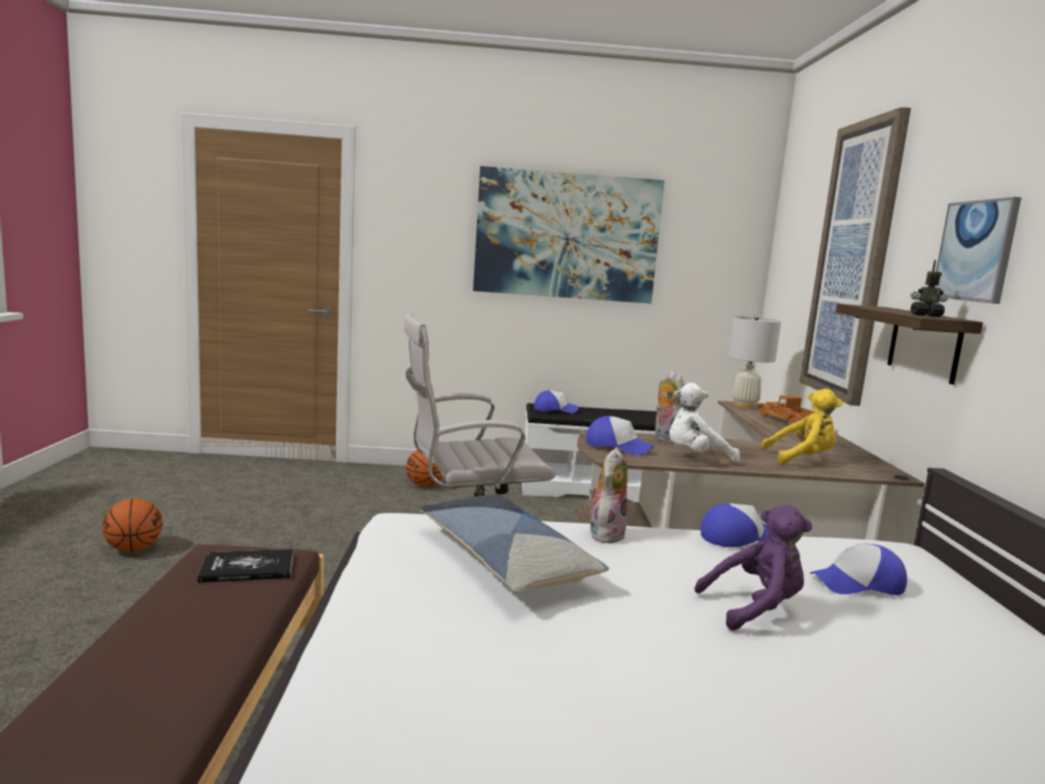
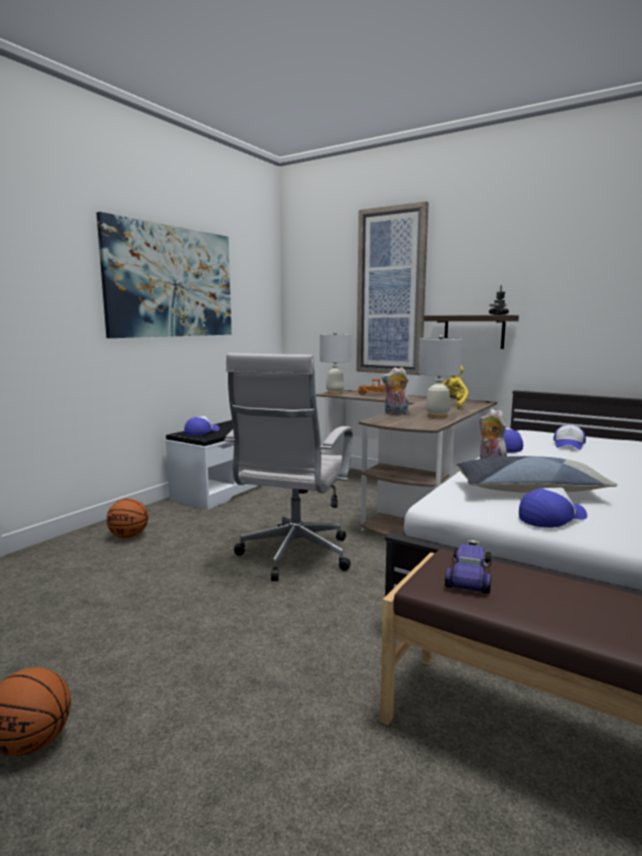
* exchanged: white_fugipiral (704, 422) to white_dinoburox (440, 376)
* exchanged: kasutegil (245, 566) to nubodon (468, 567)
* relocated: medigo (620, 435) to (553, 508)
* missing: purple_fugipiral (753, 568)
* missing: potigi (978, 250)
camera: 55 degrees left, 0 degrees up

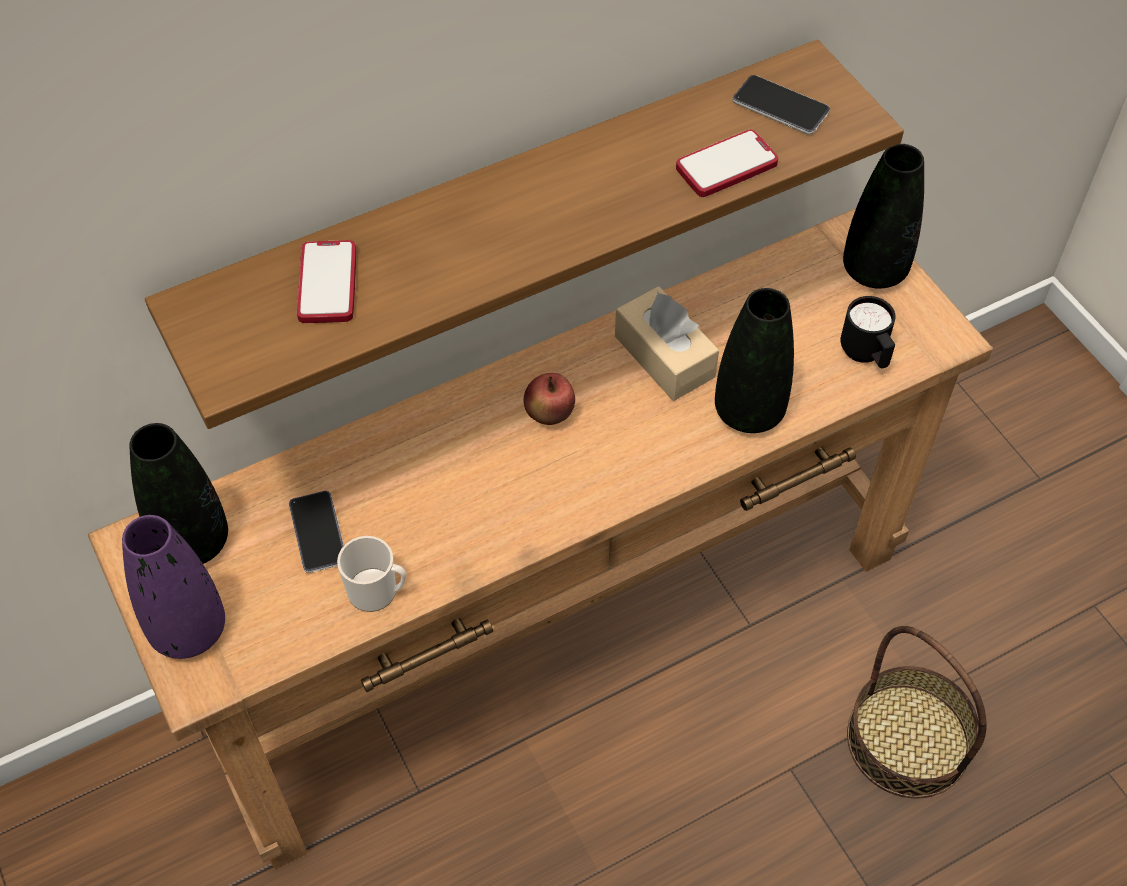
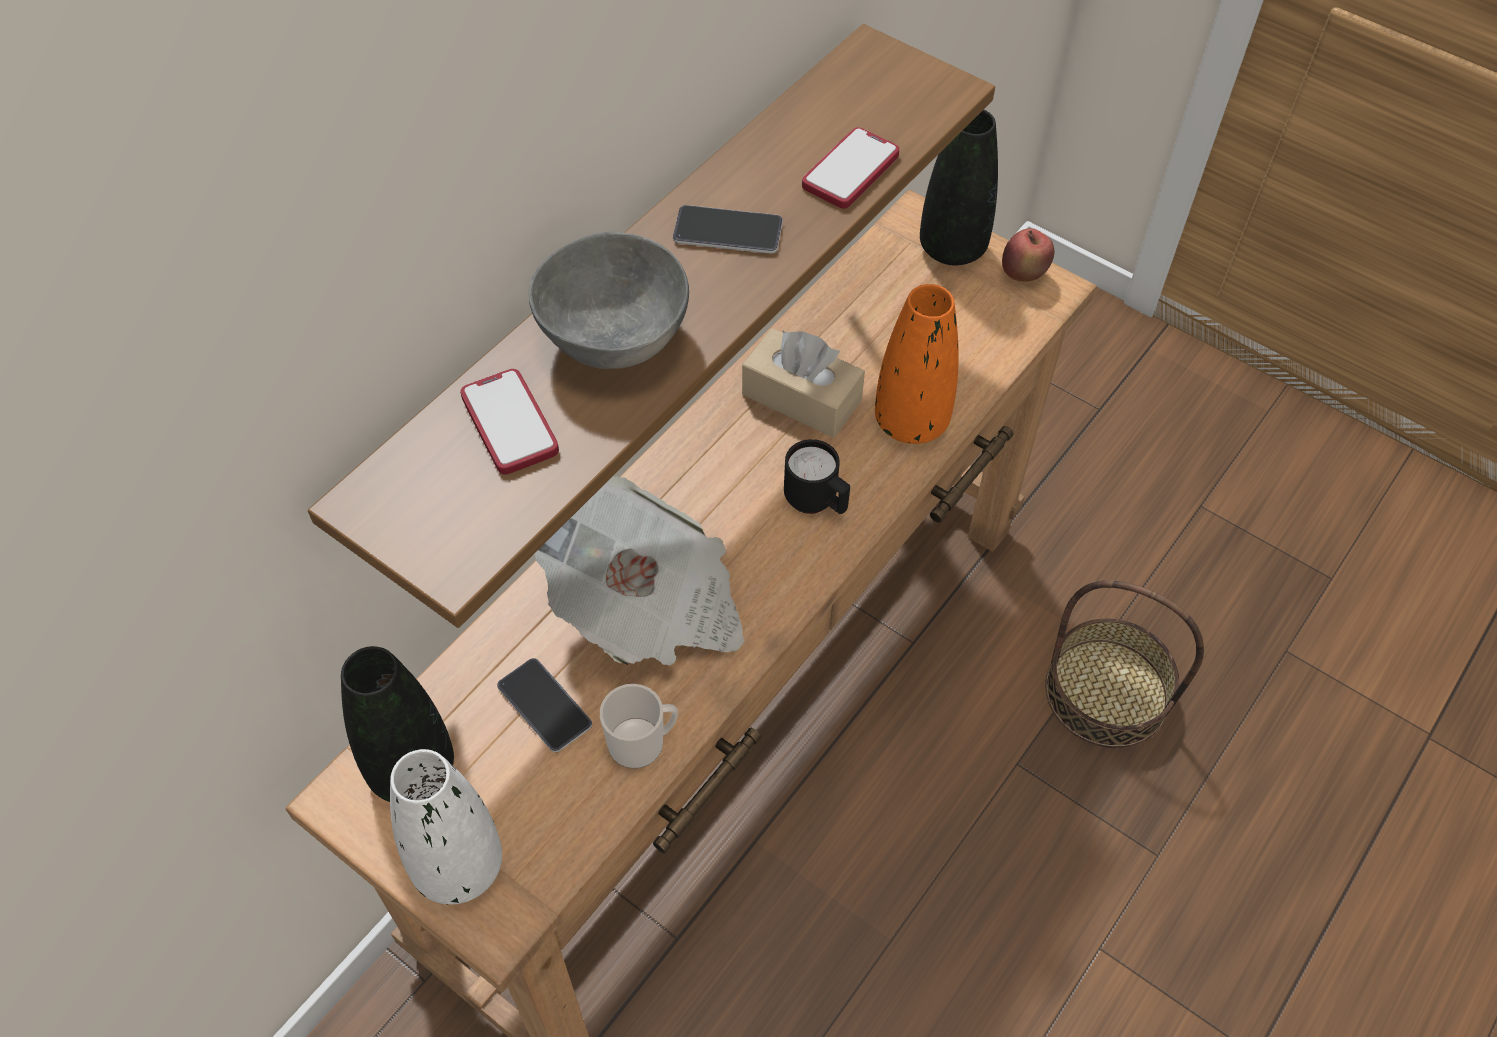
* colour: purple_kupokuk (173, 587) to white_kupokuk (446, 827)
* appeared: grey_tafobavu (609, 300)
* appeared: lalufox (639, 571)
* relocated: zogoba (781, 104) to (728, 229)
* relocated: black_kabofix (868, 332) to (817, 476)
* colour: black_kupokuk (754, 360) to orange_kupokuk (917, 364)
* relocated: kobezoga (549, 399) to (1028, 255)
camera: 25 degrees left, 0 degrees up

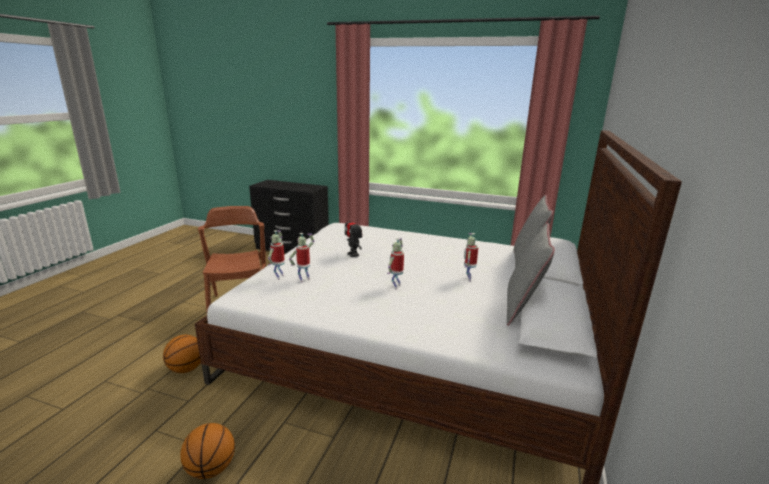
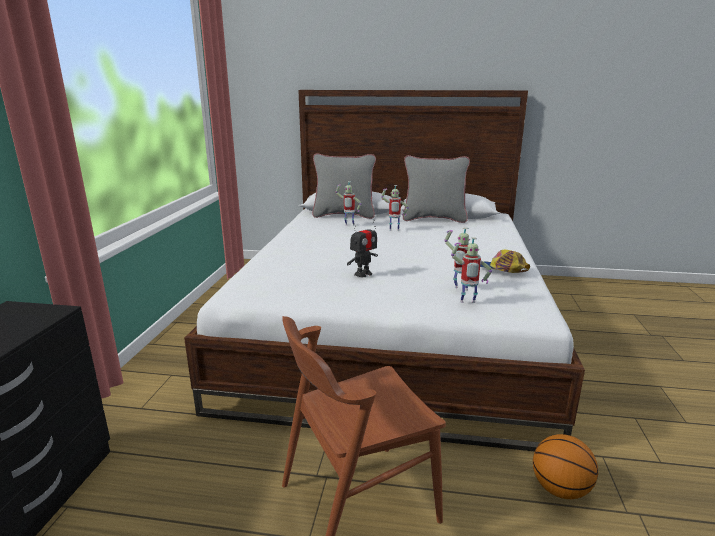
* relocated: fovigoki (395, 264) to (349, 203)
* appeared: medigo (505, 261)
* missing: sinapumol (207, 451)
camera: 100 degrees left, 0 degrees up

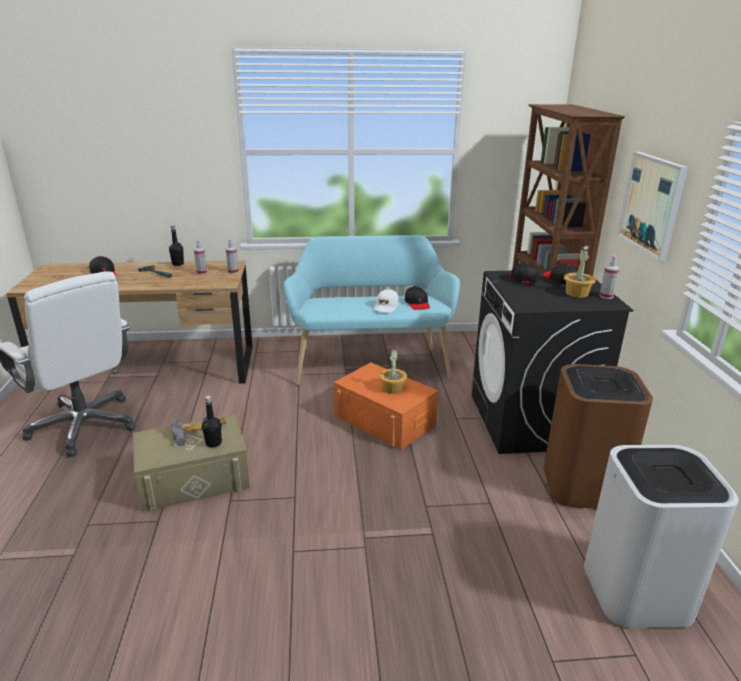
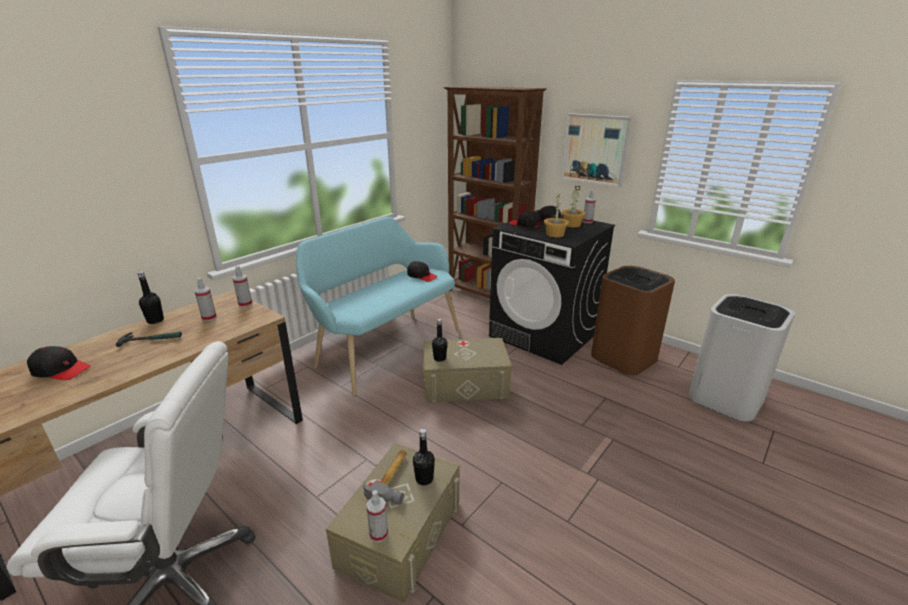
* appeared: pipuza (377, 516)
* colour: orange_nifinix (386, 406) to beige_nifinix (467, 370)
* appeared: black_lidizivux (439, 340)
* relocated: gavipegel (393, 371) to (556, 215)
* missing: white_medigo (386, 301)
camera: 45 degrees left, 0 degrees up

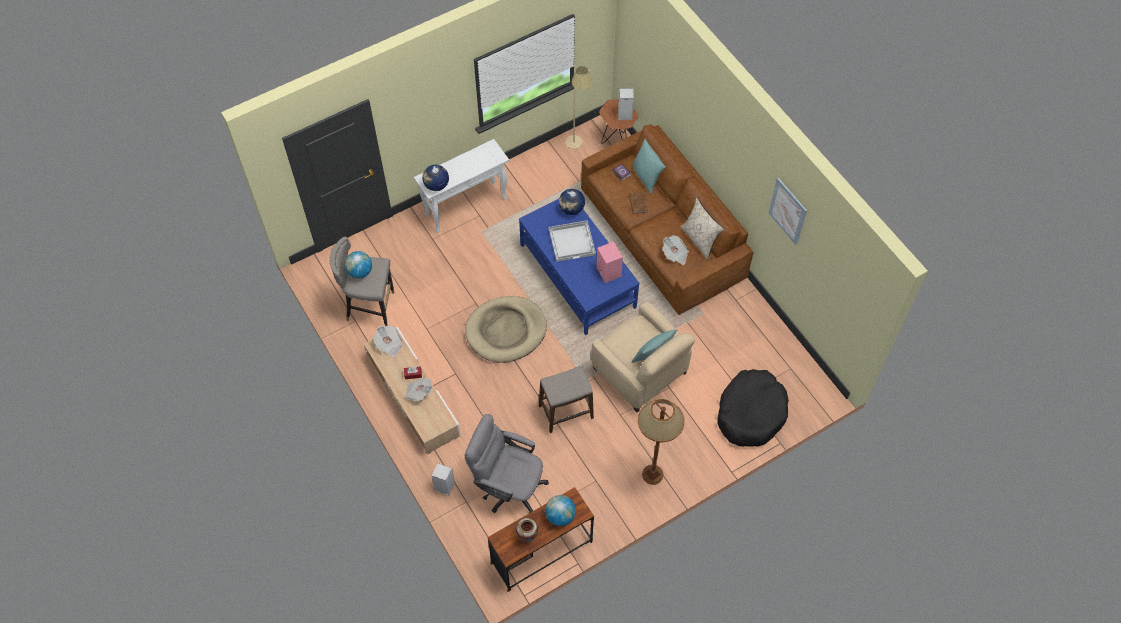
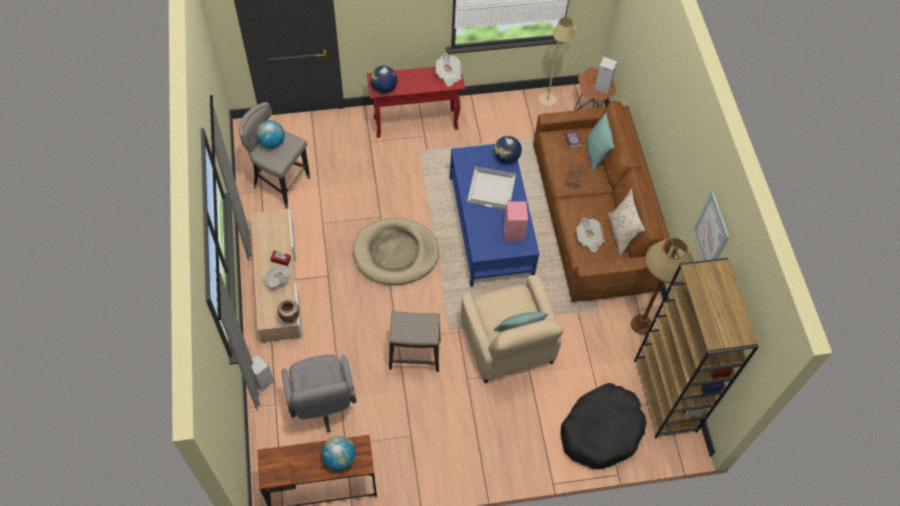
* relocated: kupokuk (527, 530) to (288, 311)
* spun: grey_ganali (507, 463) = (319, 394) 150 degrees counterclockwise
* colour: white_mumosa (461, 186) to red_mumosa (416, 102)
* relocated: lalufox (388, 341) to (448, 70)
* relocated: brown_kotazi (661, 442) to (662, 286)
* appeared: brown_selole (696, 348)
camera: 20 degrees right, 0 degrees up

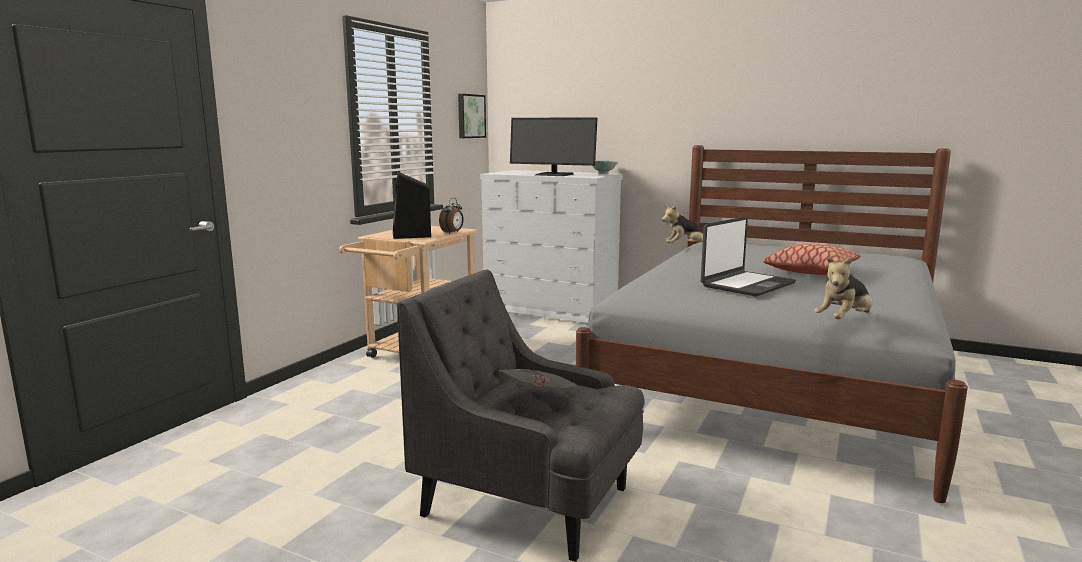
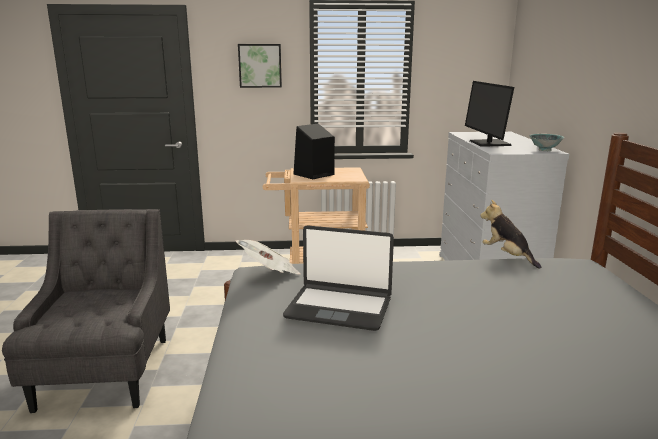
* relocated: lalufox (537, 378) to (268, 257)
* relocated: potigi (472, 116) to (260, 66)
* missing: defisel (451, 216)
* missing: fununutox (811, 259)
* missing: fugipiral (843, 288)
camera: 60 degrees right, 5 degrees up

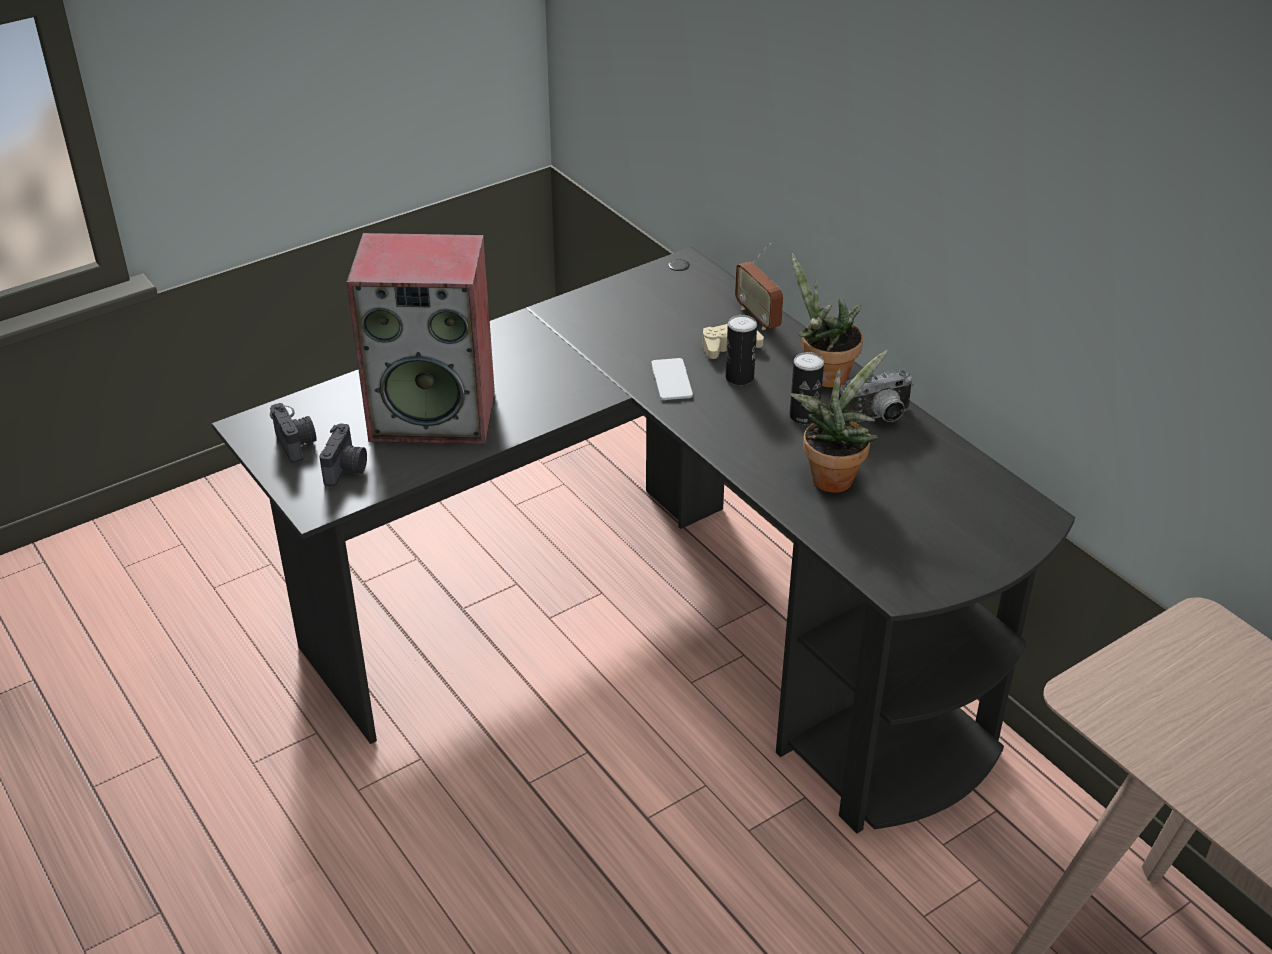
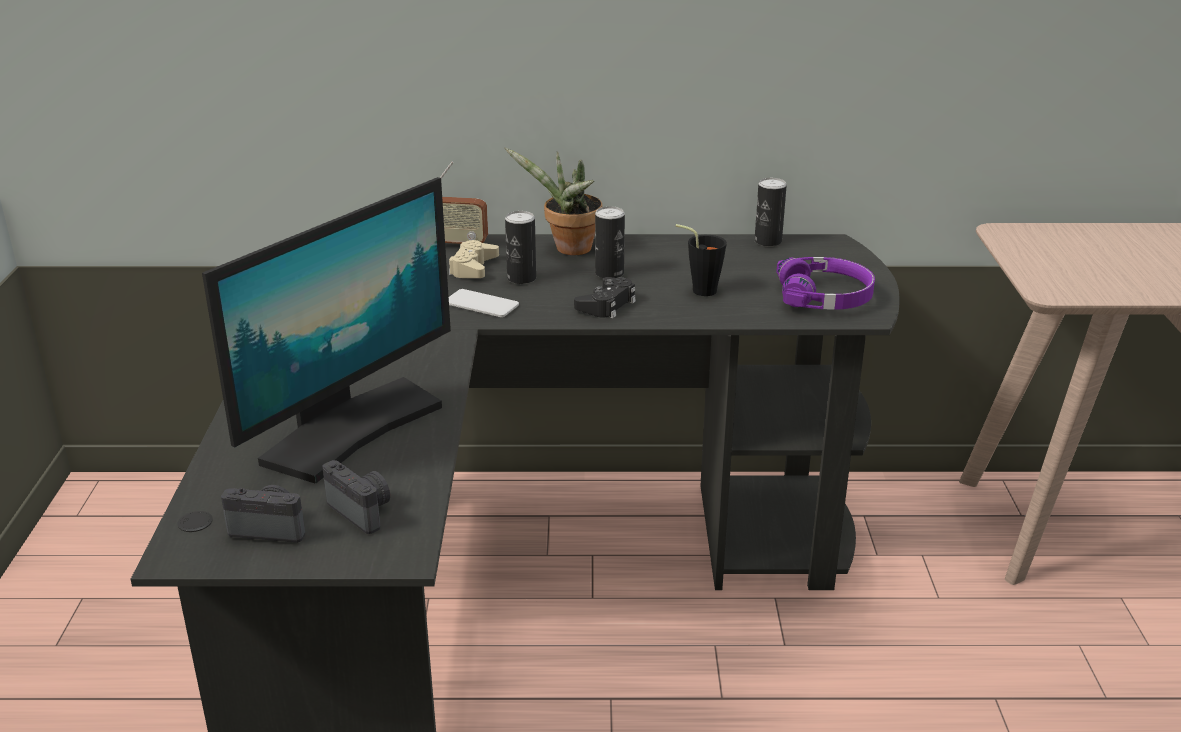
* exchanged: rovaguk (420, 338) to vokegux (326, 330)
* appeared: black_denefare (605, 297)
* exchanged: gavipegel (839, 421) to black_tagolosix (701, 260)
* appeared: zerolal (770, 212)
* appeared: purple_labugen (825, 283)
* missing: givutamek (876, 396)
camera: 55 degrees left, 10 degrees down

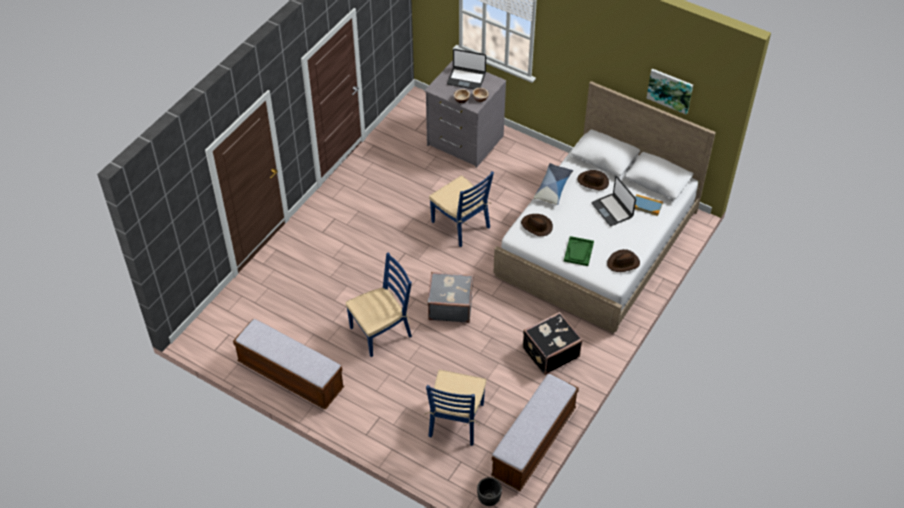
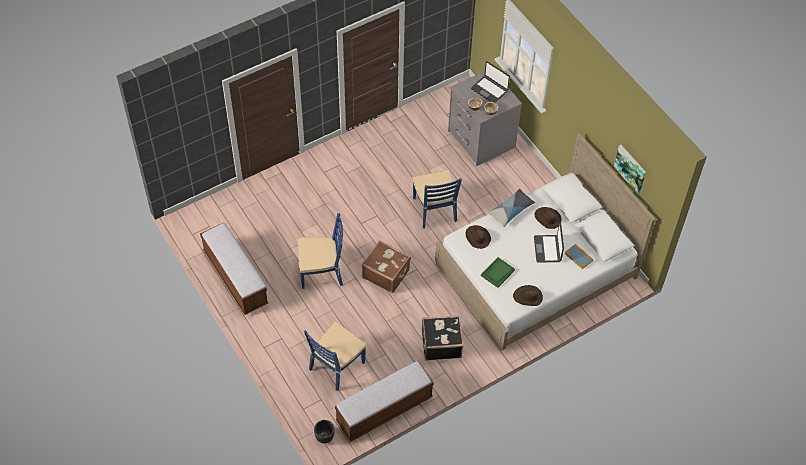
* colour: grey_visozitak (450, 297) to brown_visozitak (386, 266)
camera: 25 degrees right, 5 degrees up

